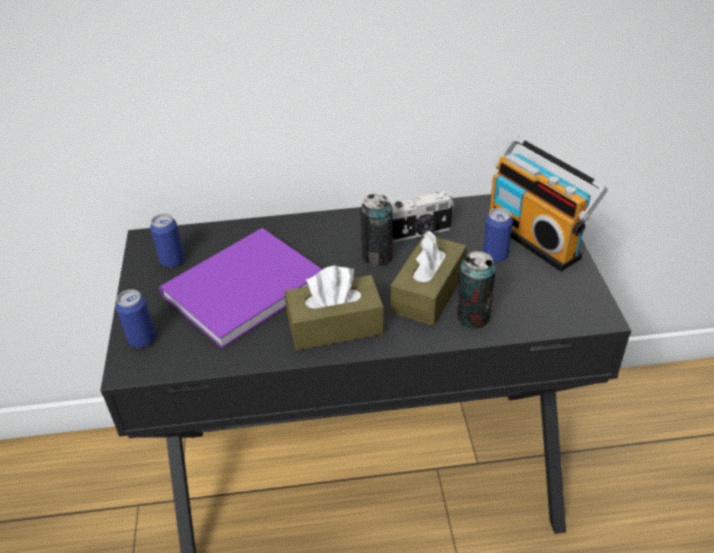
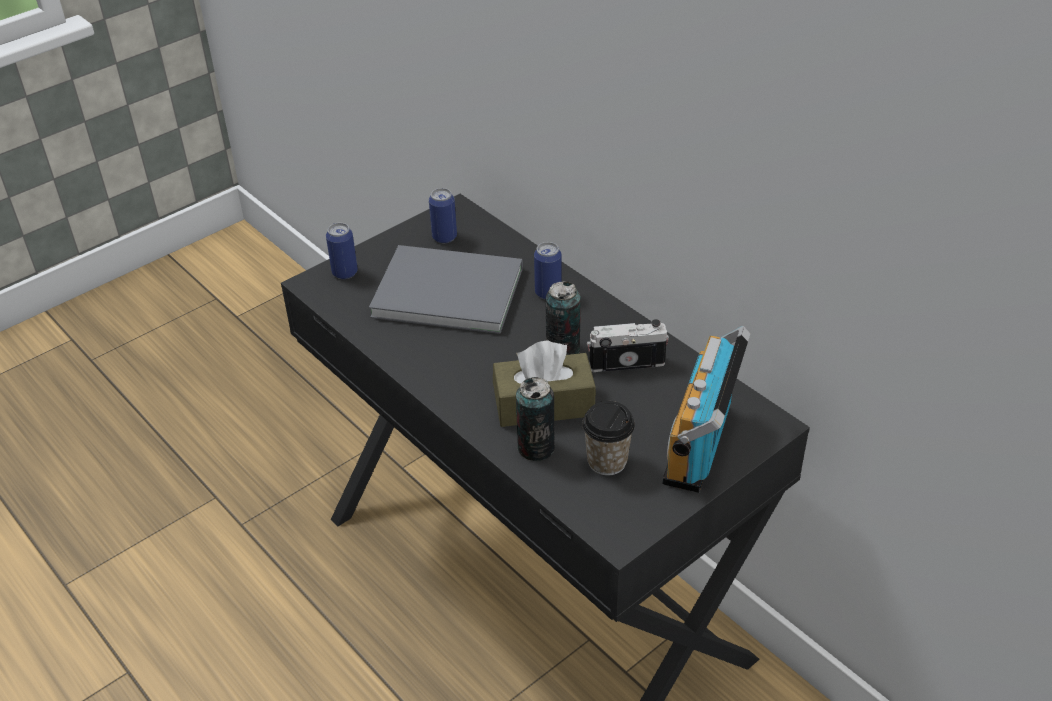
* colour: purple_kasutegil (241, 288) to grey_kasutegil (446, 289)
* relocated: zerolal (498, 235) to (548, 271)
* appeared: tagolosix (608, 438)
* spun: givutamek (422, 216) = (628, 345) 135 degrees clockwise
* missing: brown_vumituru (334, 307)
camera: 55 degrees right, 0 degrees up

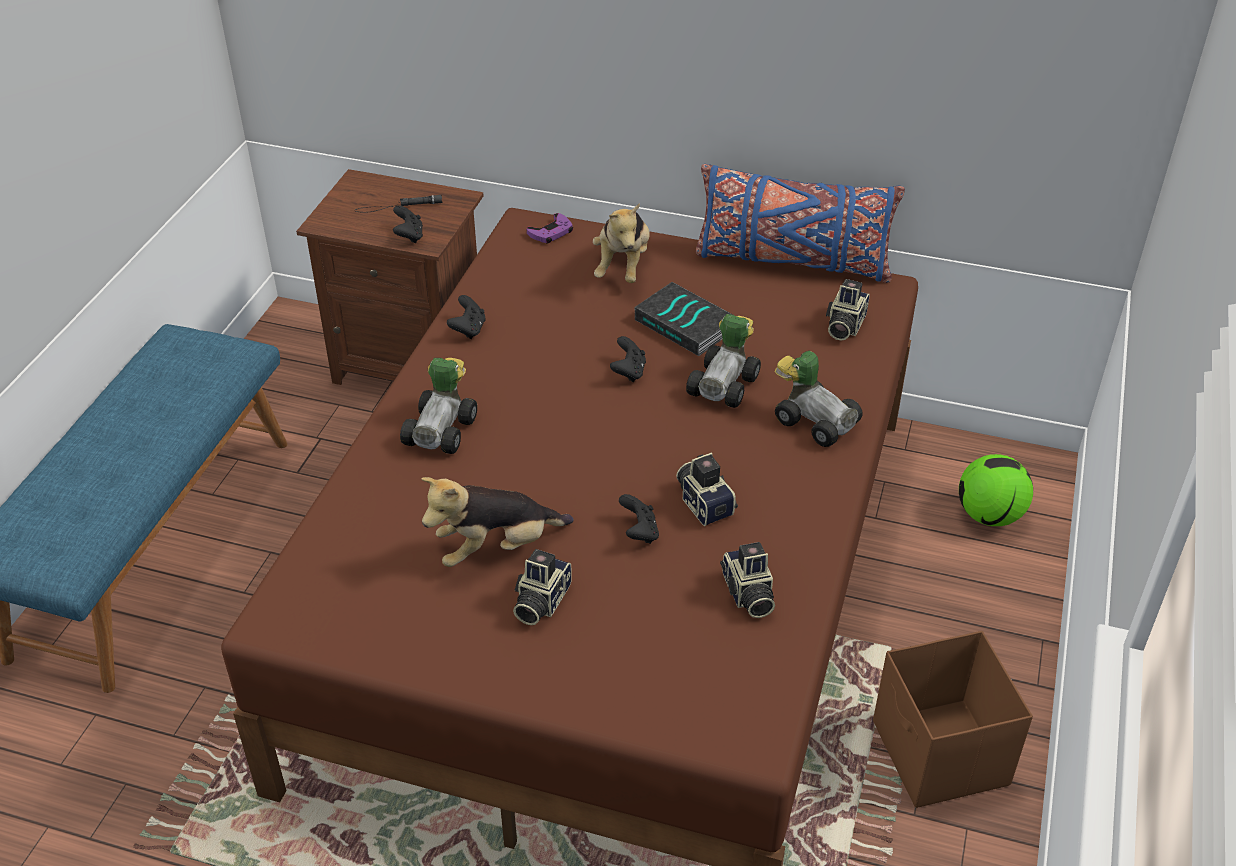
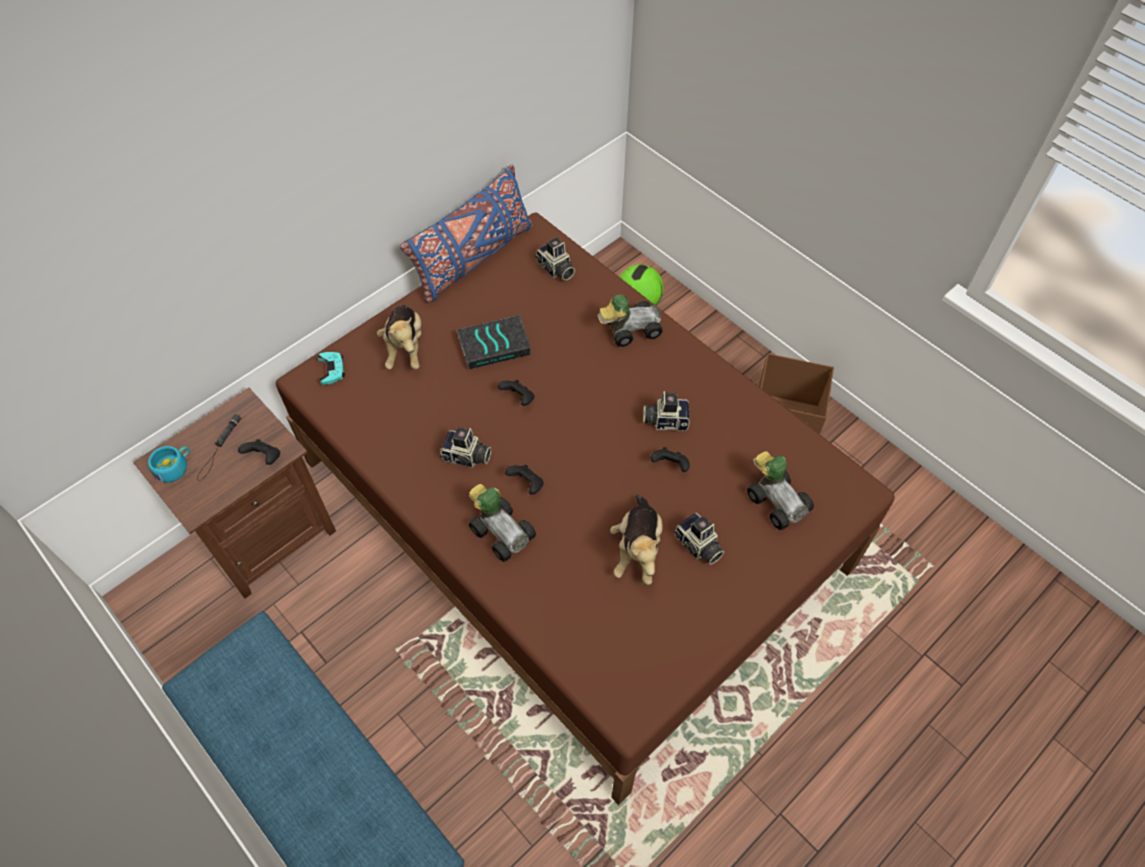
* appeared: turquoise_tagolosix (169, 464)
* colour: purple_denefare (550, 228) to turquoise_denefare (331, 368)
* spun: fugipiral (621, 243) = (399, 337) 45 degrees clockwise
* relocated: givutamek (747, 580) to (465, 447)
* relocated: black_denefare (466, 317) to (524, 480)
* relocated: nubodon (723, 361) to (780, 490)
camera: 60 degrees left, 15 degrees up

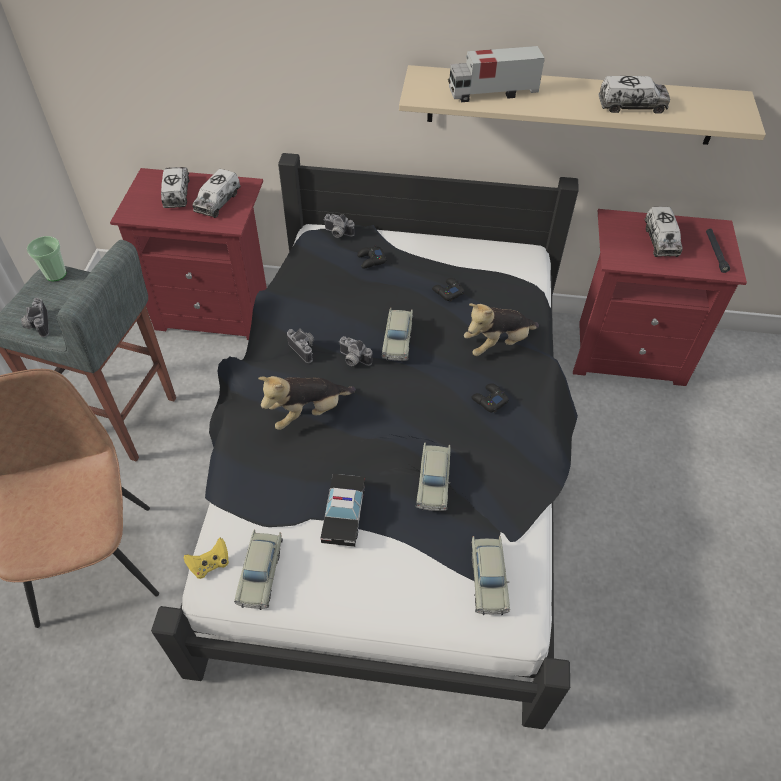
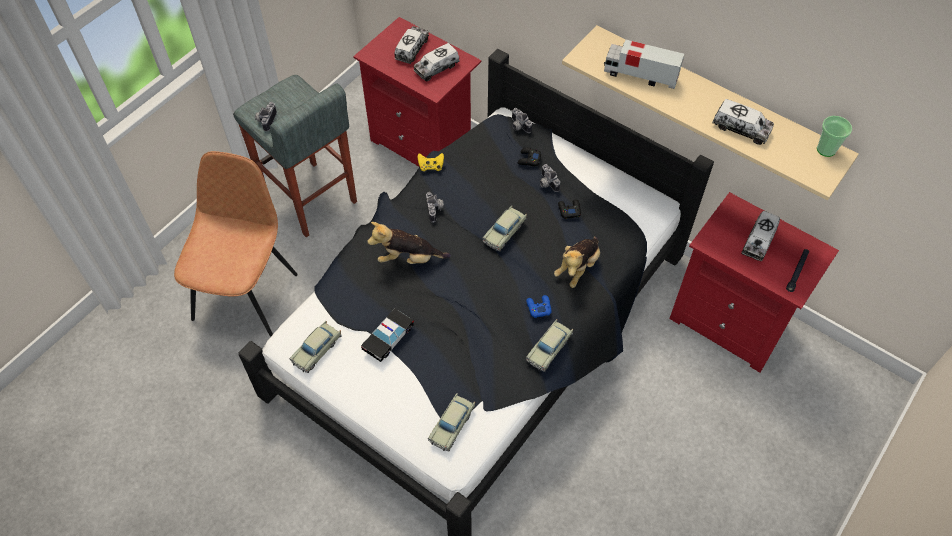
* relocated: yellow_denefare (206, 558) to (430, 162)
* colour: black_denefare (489, 398) to blue_denefare (538, 306)
* relocated: beige_nubodon (433, 477) to (549, 345)
* relocated: givutamek (355, 351) to (550, 178)
* spun: fugipiral (501, 329) = (577, 262) 60 degrees counterclockwise
* relocated: tagolosix (46, 258) to (834, 136)
camera: 30 degrees right, 5 degrees up

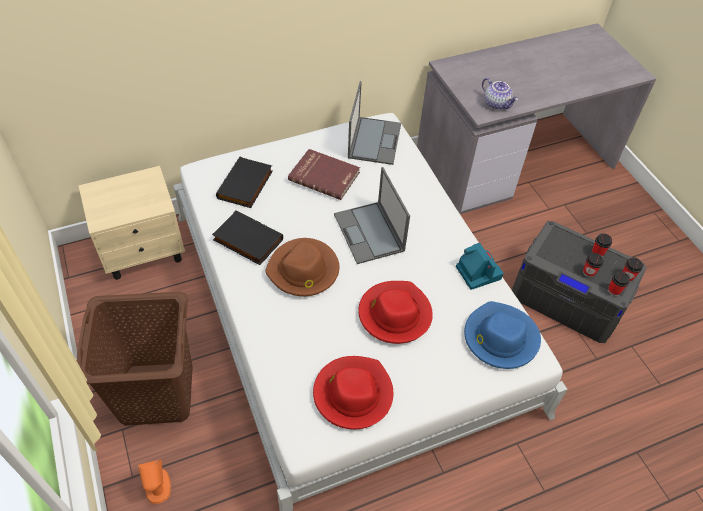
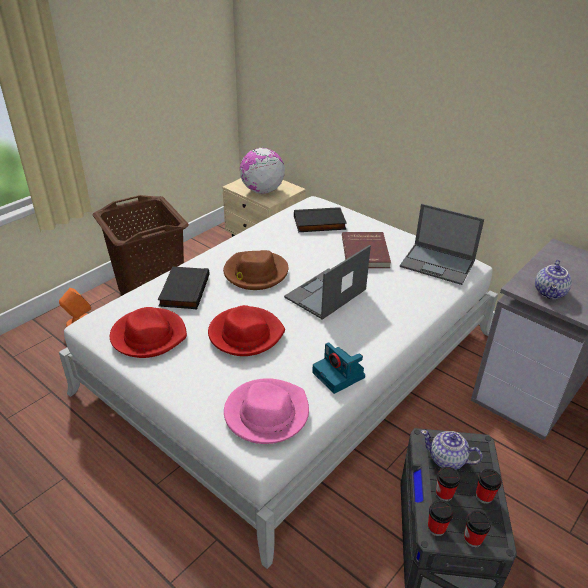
* relocated: black_kasutegil (247, 237) to (184, 287)
* colour: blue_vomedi (502, 335) to pink_vomedi (266, 411)
* appeared: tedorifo (262, 171)
* spun: givutamek (480, 266) = (338, 368) 105 degrees clockwise
* spun: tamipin (374, 123) = (442, 244) 45 degrees clockwise
* appeared: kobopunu (452, 450)
camera: 65 degrees right, 15 degrees down

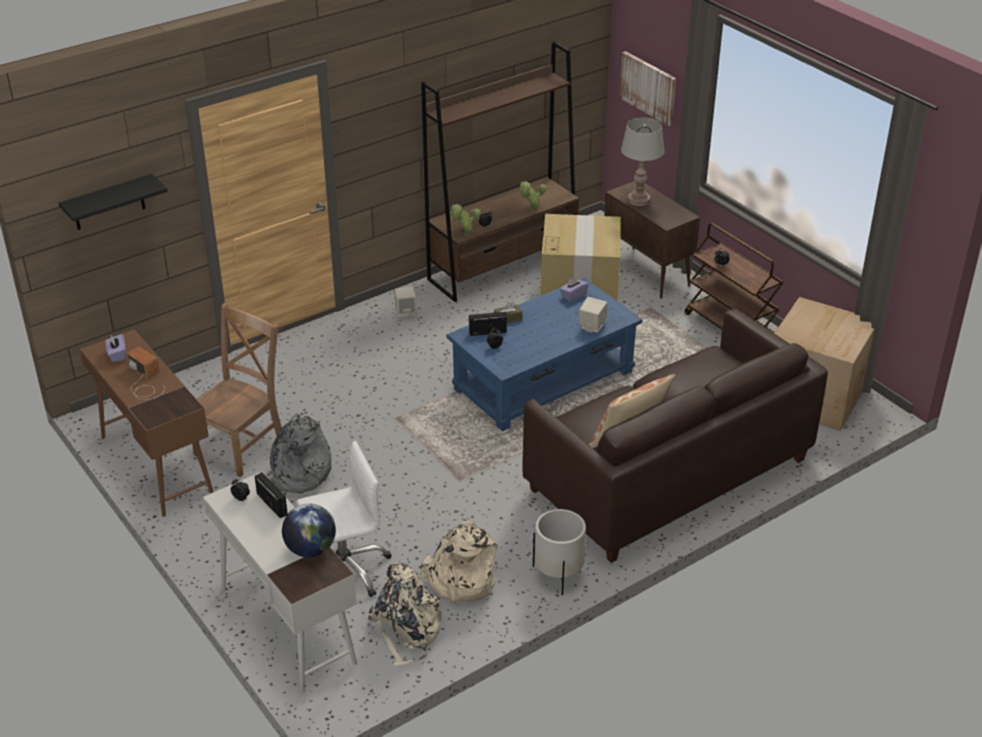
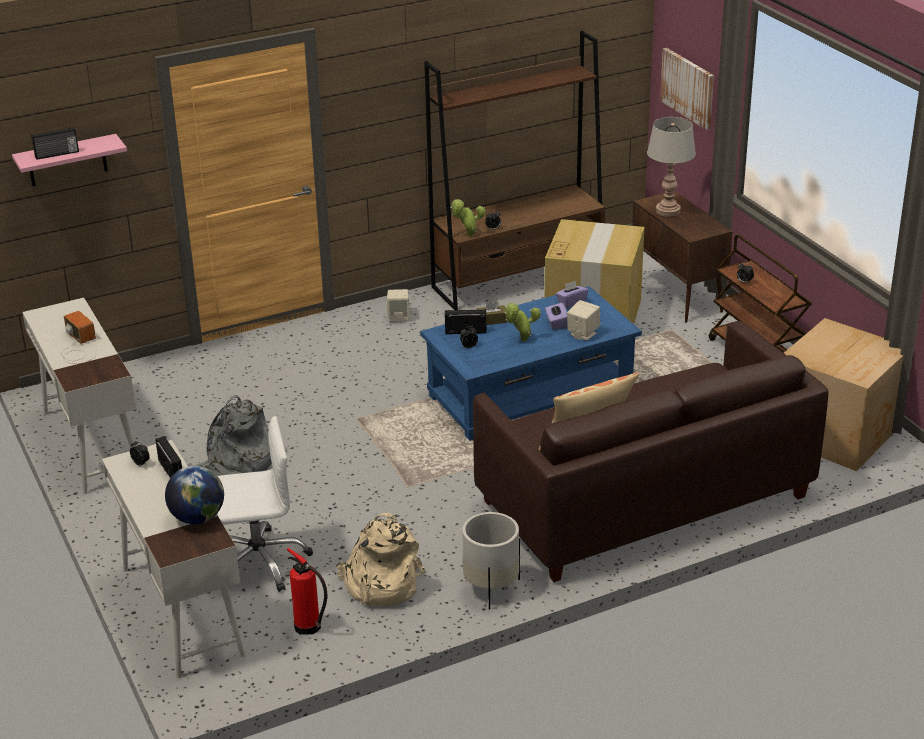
* colour: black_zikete (113, 202) to pink_zikete (69, 160)
* colour: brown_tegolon (147, 423) to white_tegolon (79, 396)
* appeared: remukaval (55, 143)
* exchanged: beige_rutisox (406, 614) to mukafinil (307, 591)
* relocated: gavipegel (532, 196) to (522, 322)
* relocated: purple_vumituru (115, 348) to (556, 316)
* missing: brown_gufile (237, 390)
camera: 10 degrees right, 5 degrees down

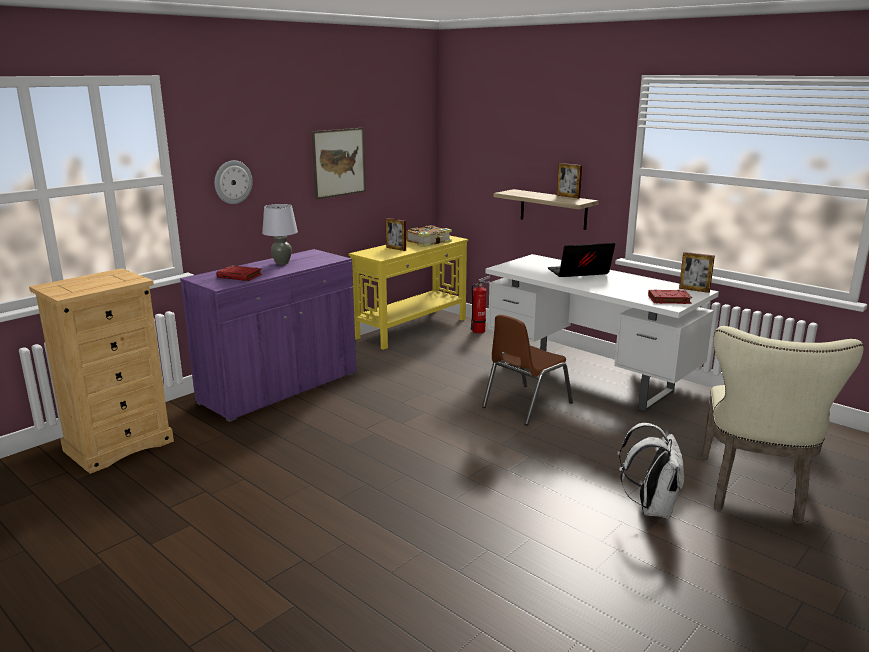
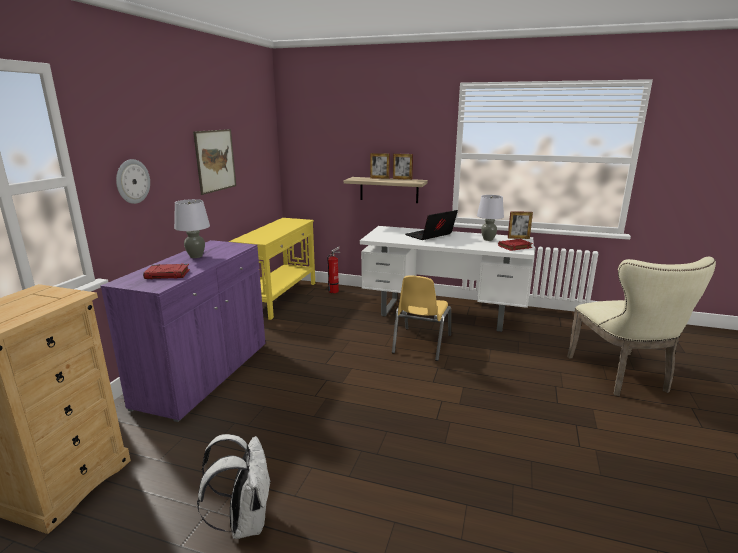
* relocated: white_rutisox (651, 471) to (234, 486)
* relocated: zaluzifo (396, 234) to (380, 166)
* colour: brown_gufile (527, 370) to yellow_gufile (421, 318)
* appeared: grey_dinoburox (490, 218)
* missing: kasutegil (429, 236)
camera: 25 degrees left, 0 degrees up

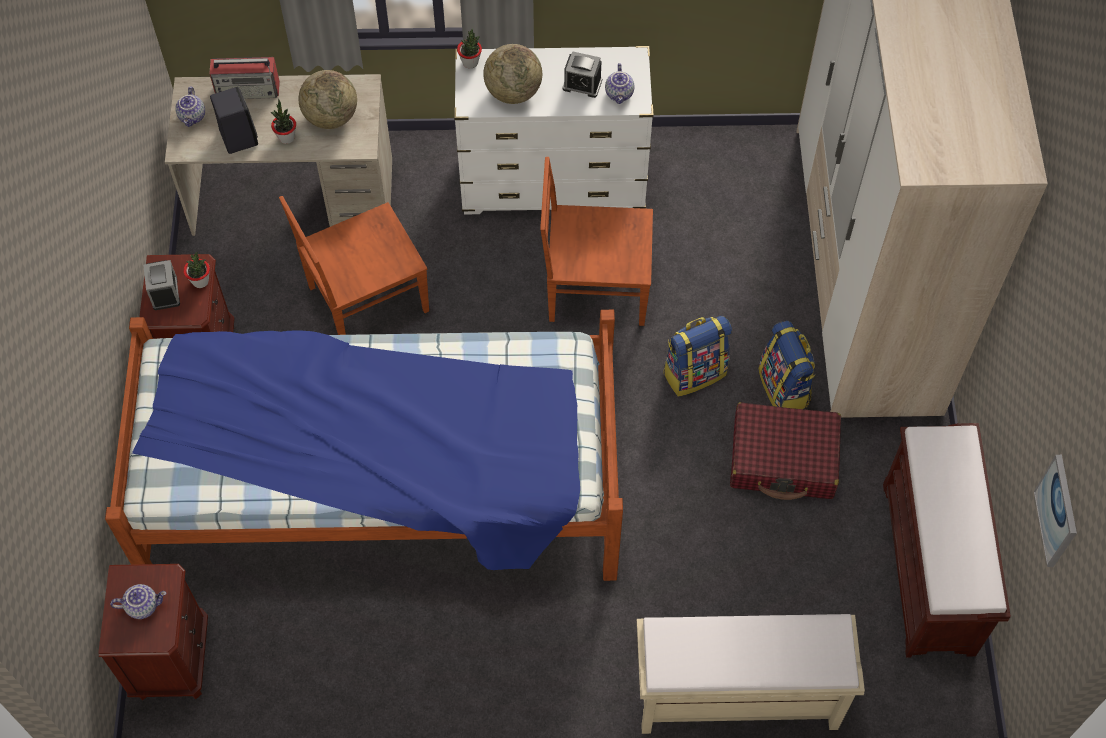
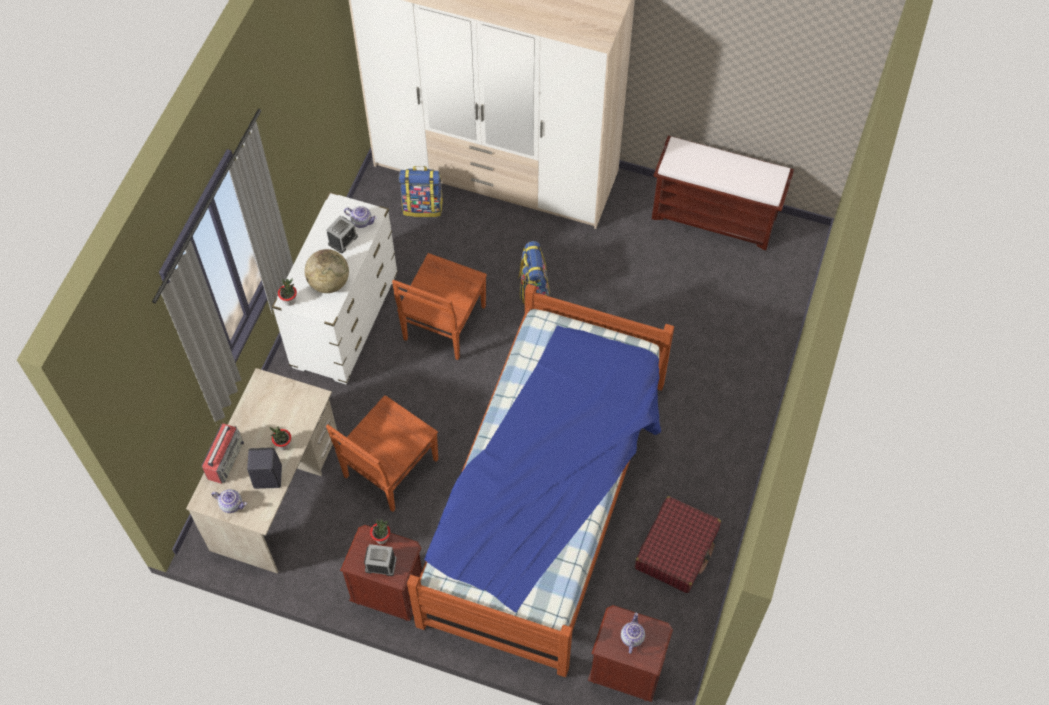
* spun: brown_gufile (354, 265) = (382, 453) 45 degrees clockwise
* relocated: rutisox (787, 365) to (421, 191)
* relocated: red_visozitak (785, 451) to (678, 544)
* missing: tedorifo (328, 99)
* missing: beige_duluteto (751, 674)
* missing: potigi (1055, 511)
camera: 70 degrees left, 0 degrees up

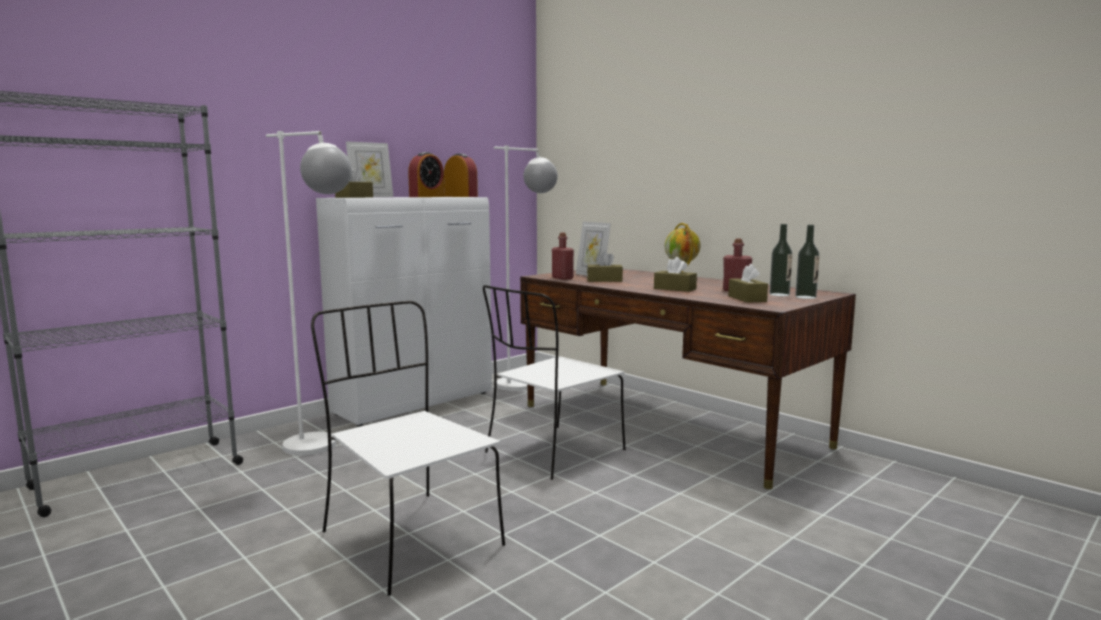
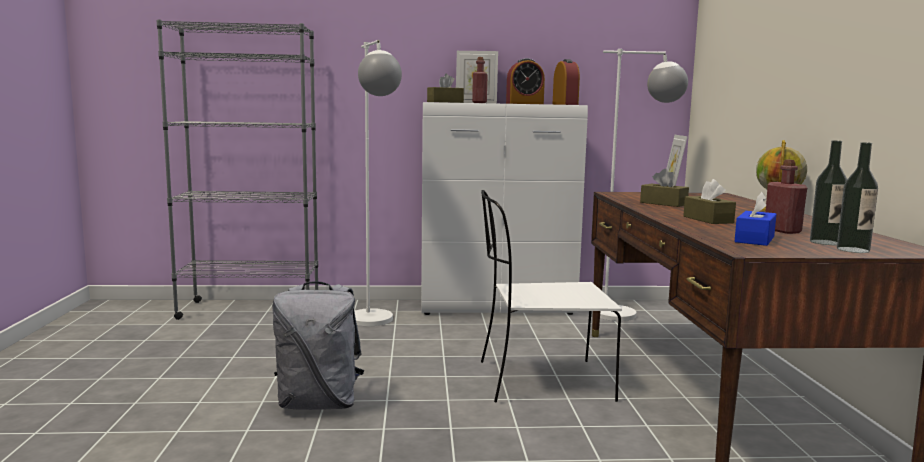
* exchanged: white_gufile (408, 448) to grey_rutisox (318, 345)
* relocated: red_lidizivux (563, 256) to (480, 80)
* colour: brown_vumituru (748, 283) to blue_vumituru (755, 219)
camera: 40 degrees right, 0 degrees up

